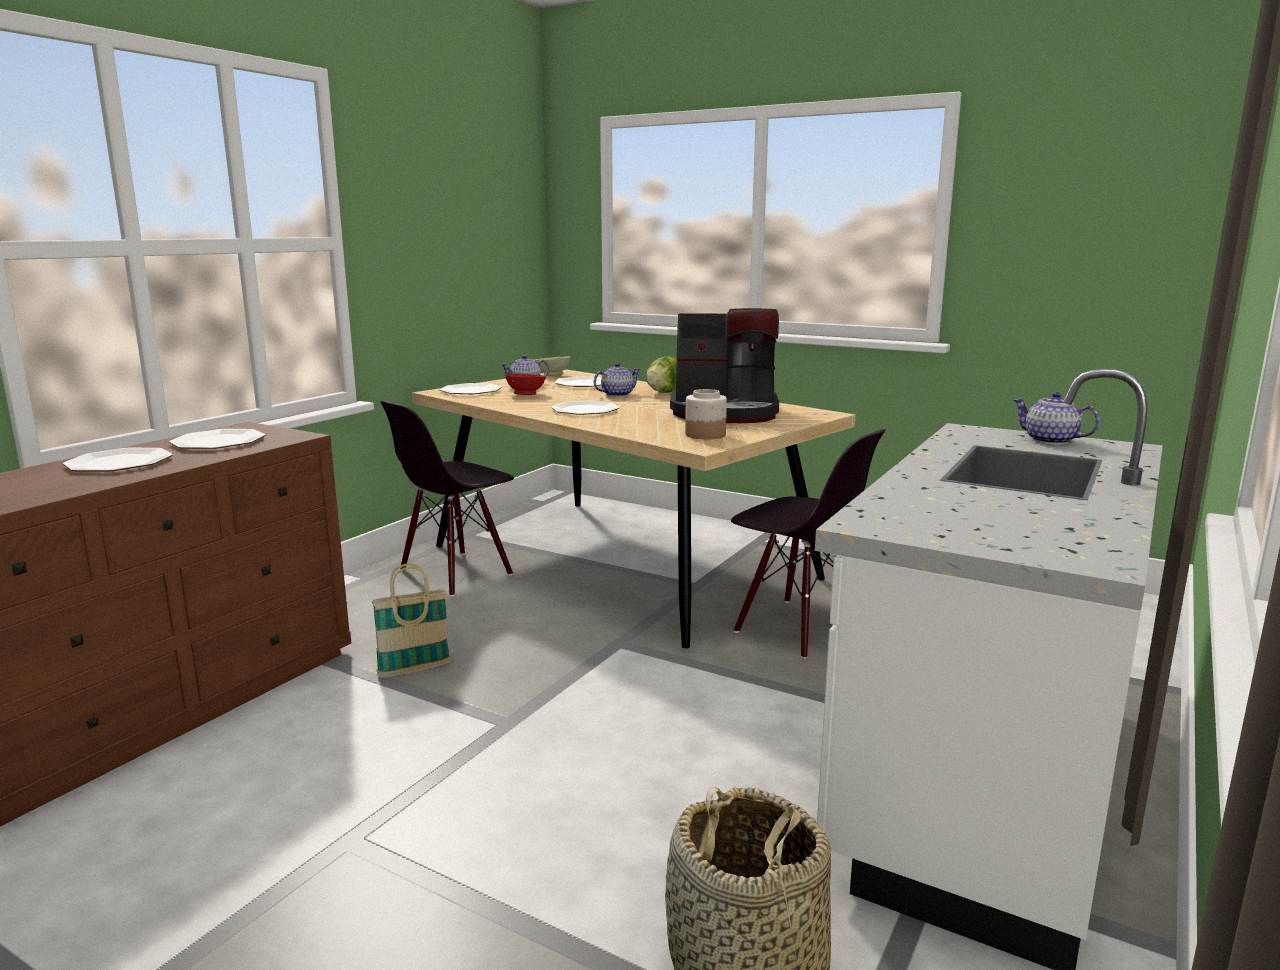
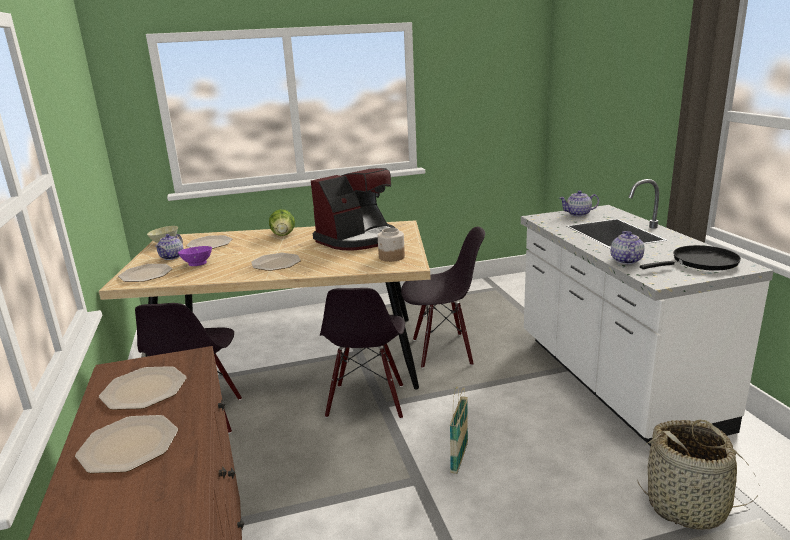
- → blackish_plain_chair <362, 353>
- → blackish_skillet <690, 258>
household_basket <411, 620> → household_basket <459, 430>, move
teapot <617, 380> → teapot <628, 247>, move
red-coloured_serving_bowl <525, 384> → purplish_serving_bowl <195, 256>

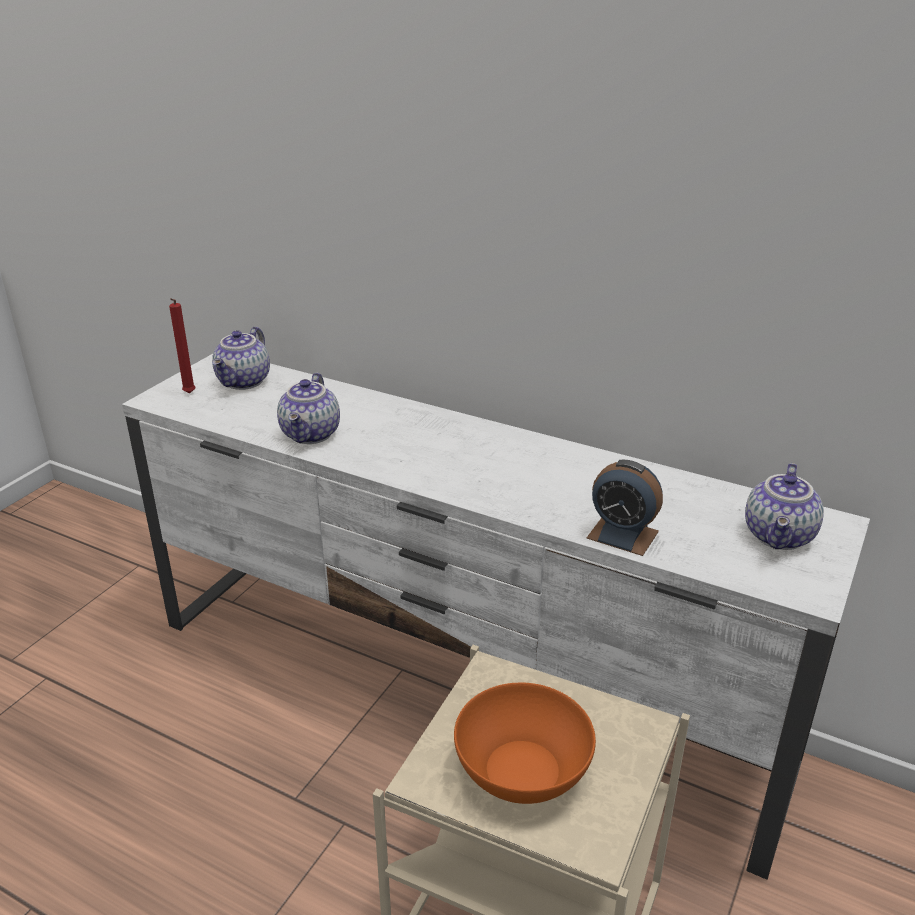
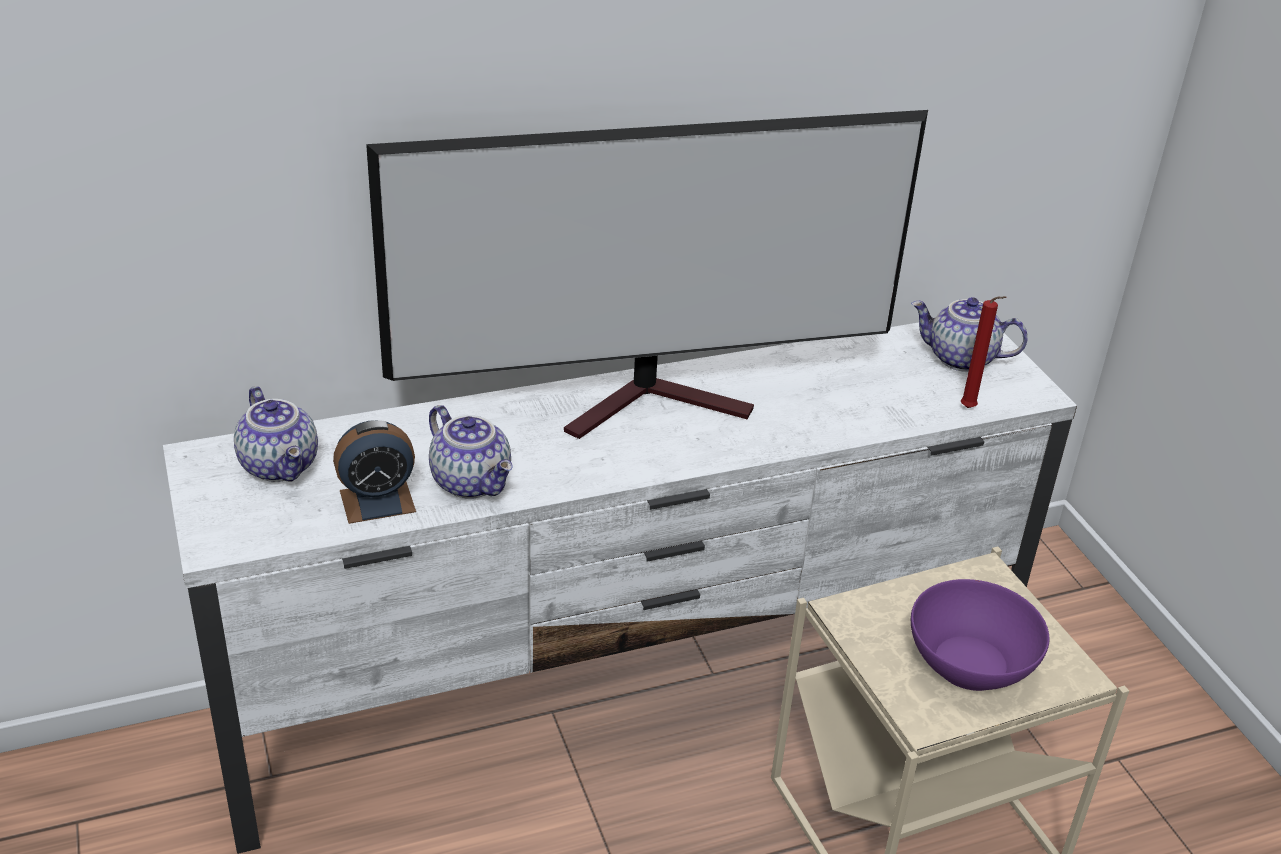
- → television <647, 274>
red-coloured_wax_candle <182, 345> → red-coloured_wax_candle <984, 352>, move
bedside_clock <625, 508> → bedside_clock <374, 472>, move
orange-coloured_serving_bowl <525, 743> → purplish_serving_bowl <980, 635>
teapot <784, 506> → teapot <969, 334>, 135 degrees clockwise

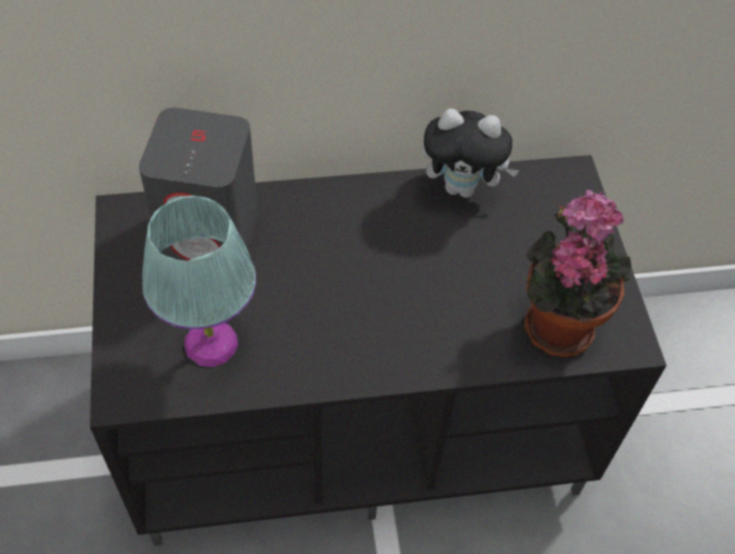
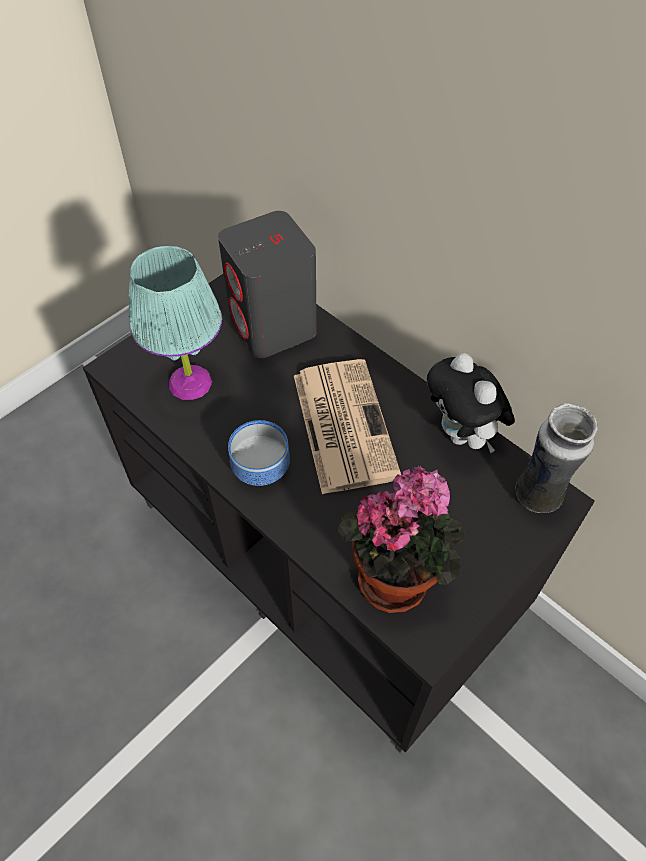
- → serving_bowl <259, 453>
- → printed_paper <347, 426>
- → flower_vase <557, 458>

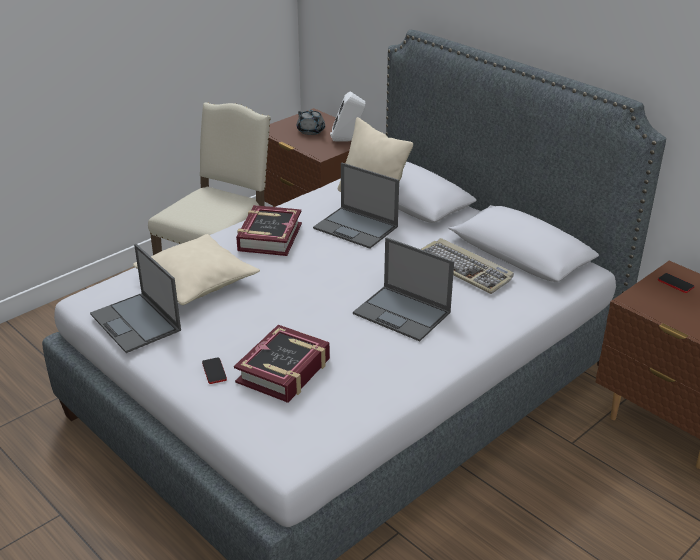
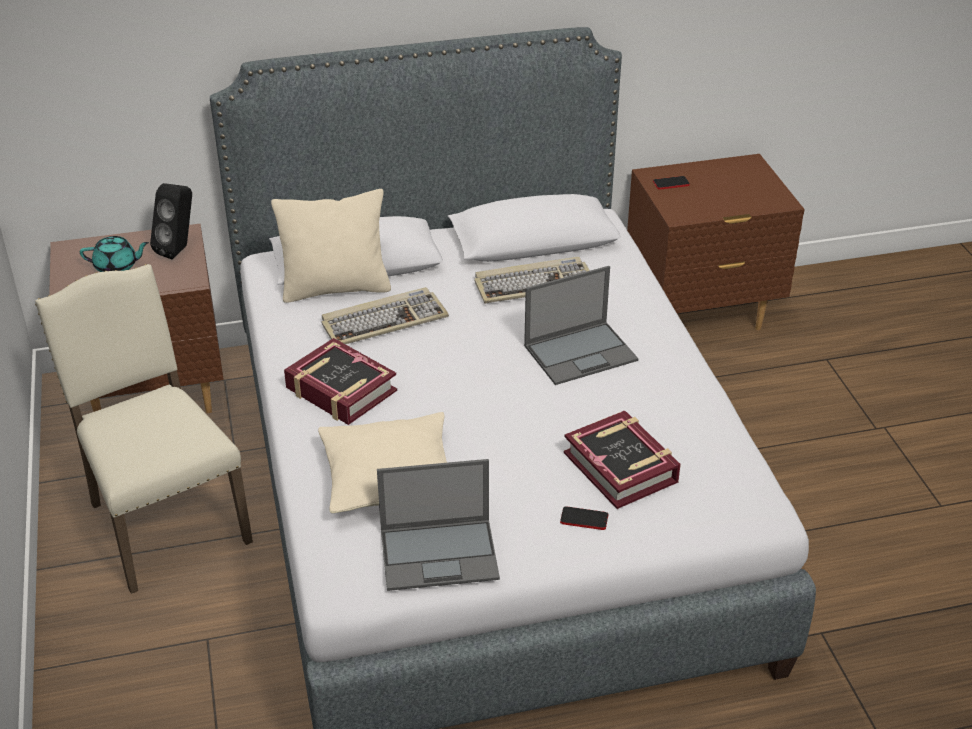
portable_computer <356, 205> → PC_keyboard <385, 315>
grey_teapot <311, 122> → turquoise_teapot <114, 254>
white-coloured_audio_speaker <348, 116> → blackish_audio_speaker <171, 221>

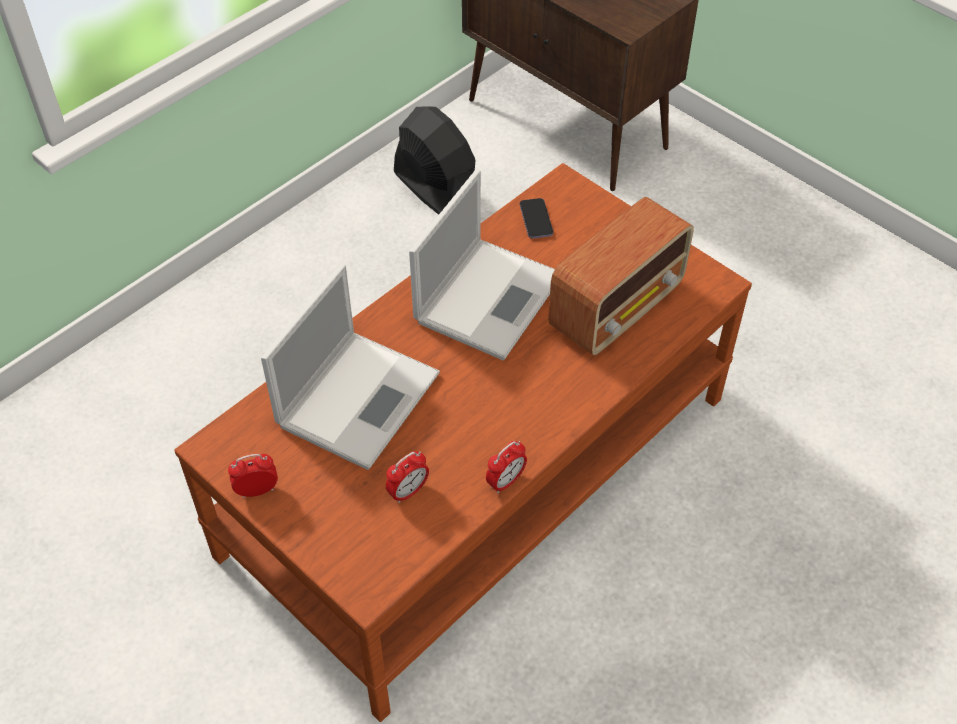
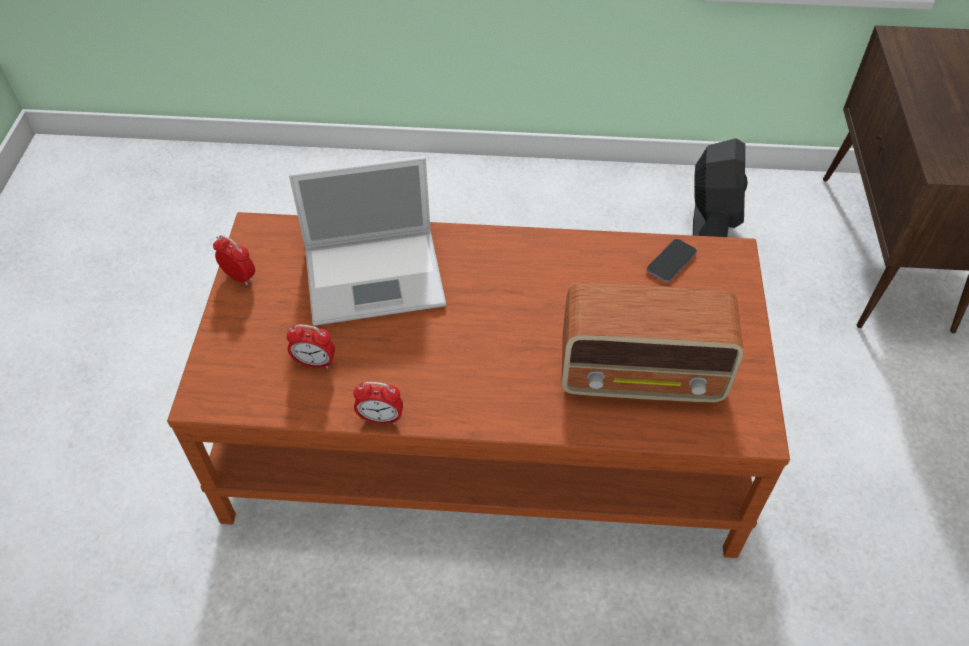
portable_computer <482, 265> → -

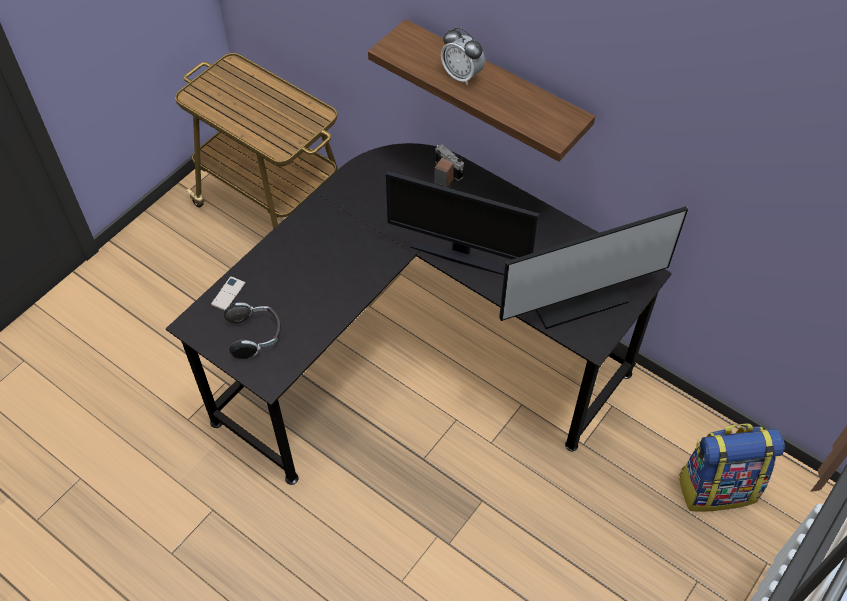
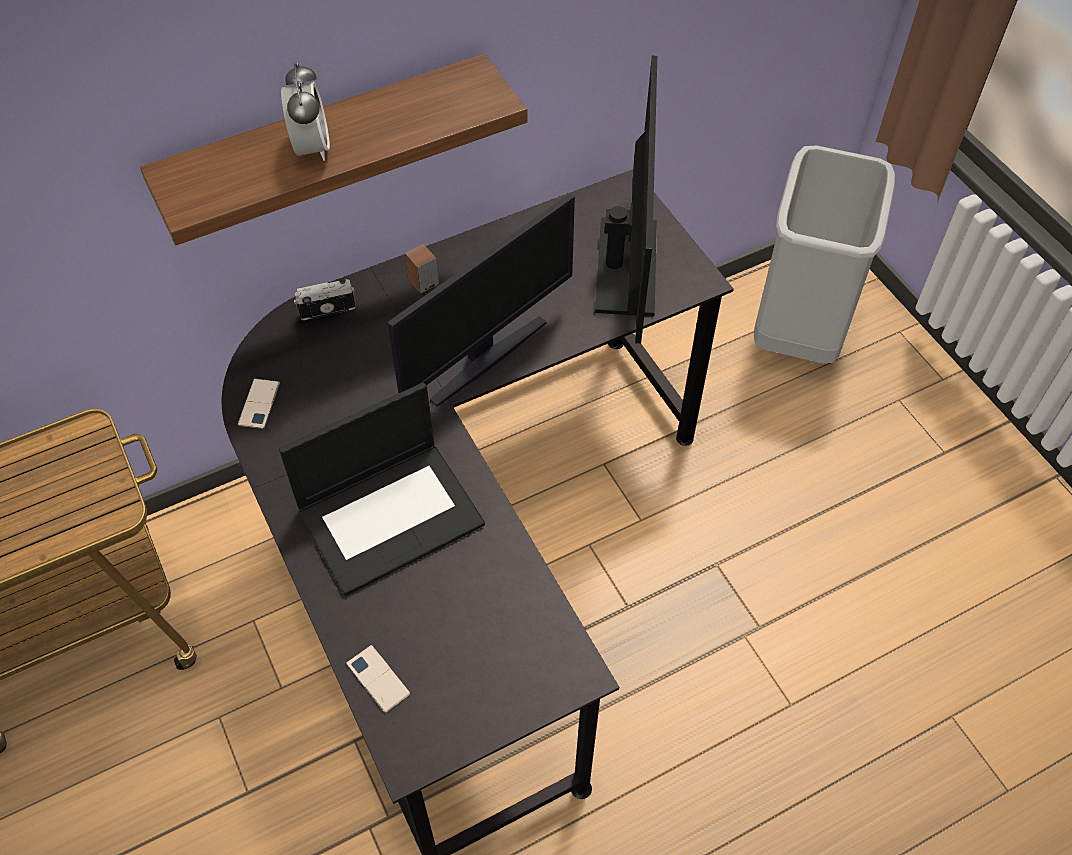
pair_of_headphones <252, 330> → -
- → telephone <259, 404>
- → portable_computer <382, 489>
backpack <731, 467> → grey_trash_can <824, 254>
bedside_clock <463, 56> → bedside_clock <305, 112>, 75 degrees counterclockwise

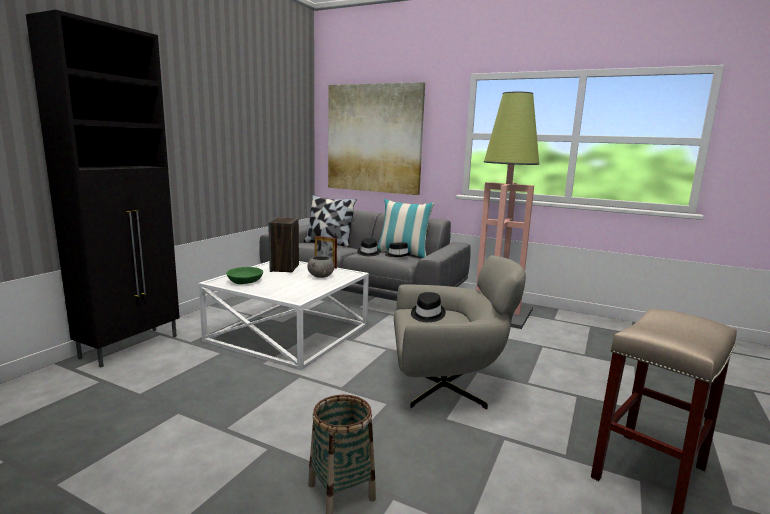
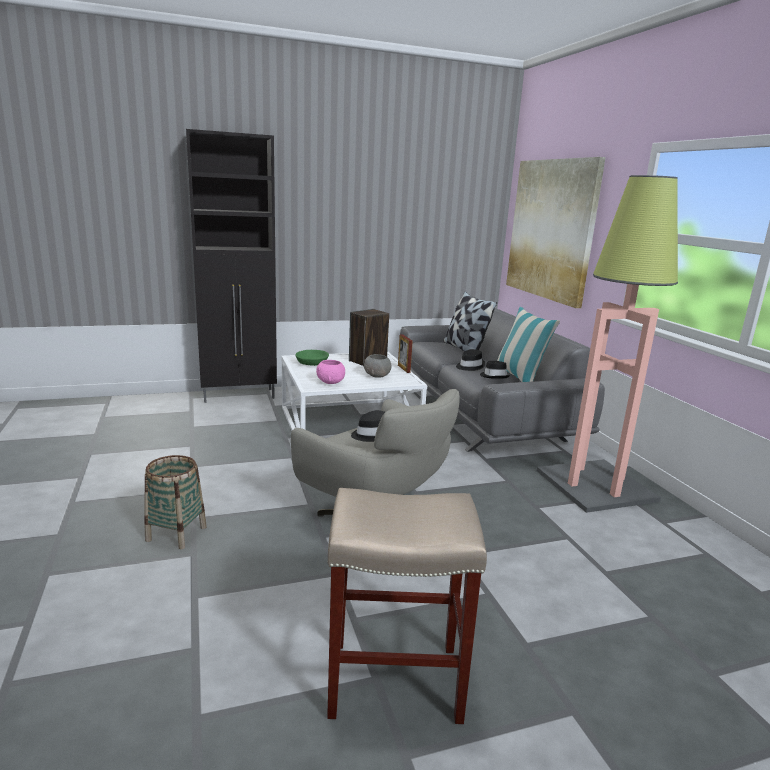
- → pink-coloured_serving_bowl <330, 372>

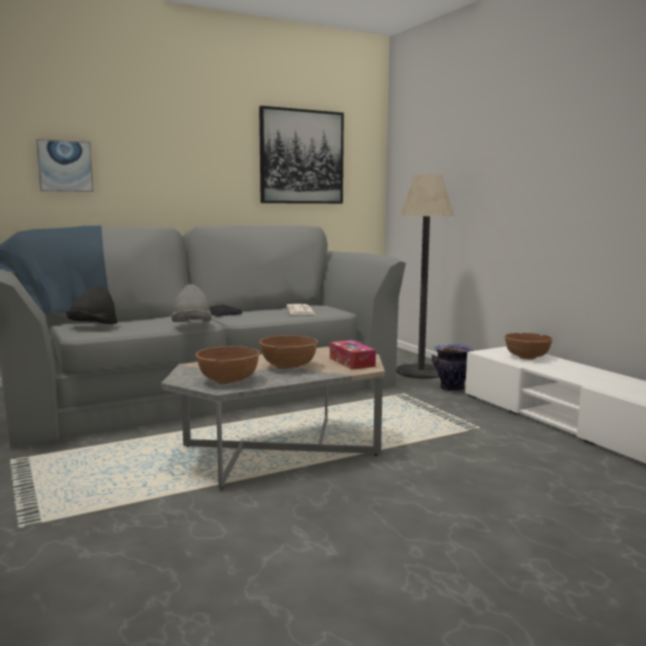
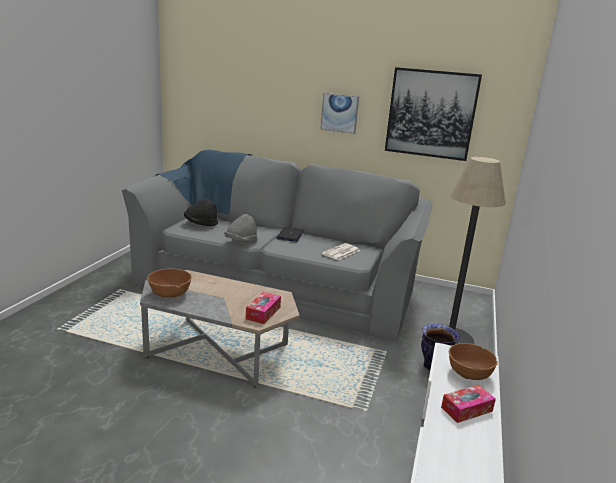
brown_serving_bowl <288, 352> → -
- → tissue_box <468, 404>
picture <65, 165> → picture <339, 113>, move

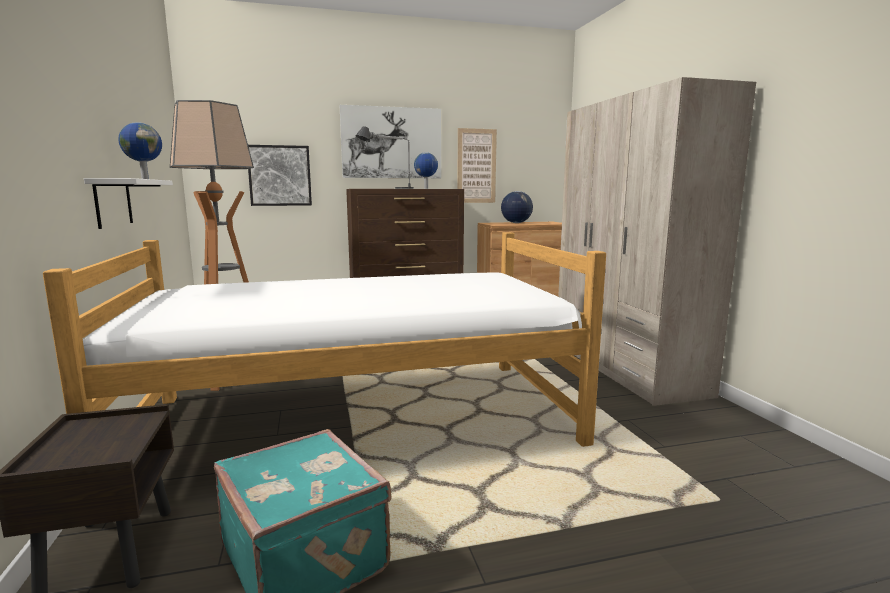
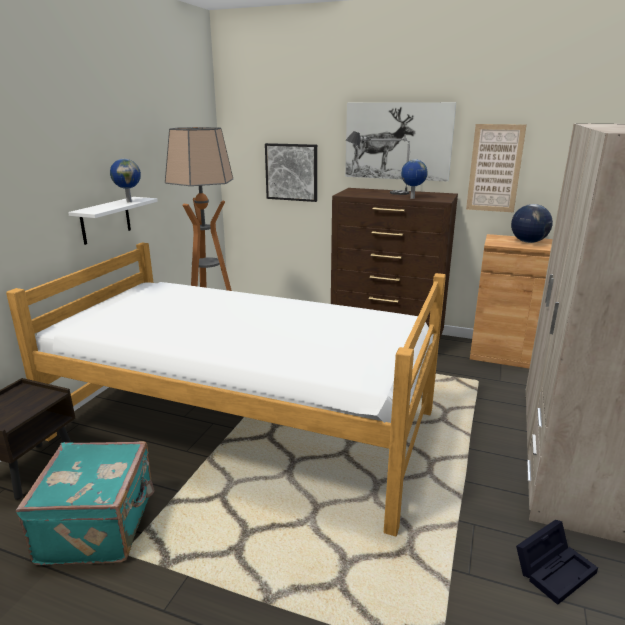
- → blackish_storage_box <557, 562>

